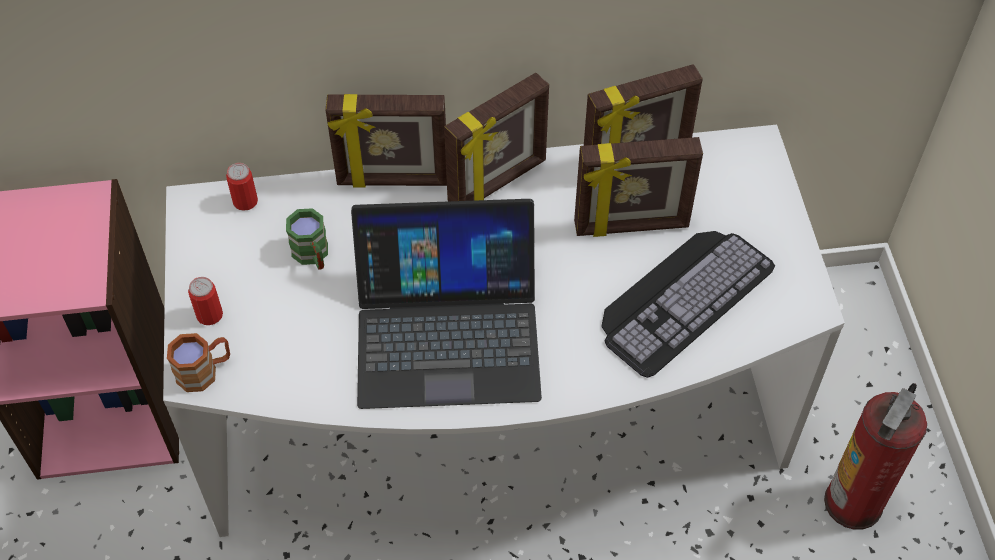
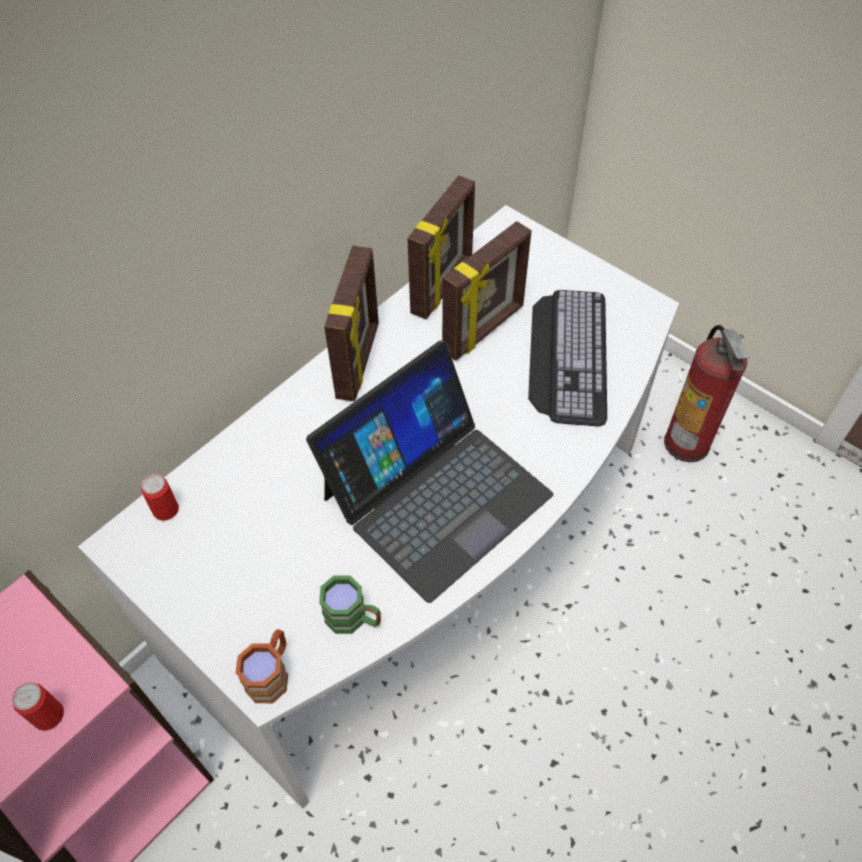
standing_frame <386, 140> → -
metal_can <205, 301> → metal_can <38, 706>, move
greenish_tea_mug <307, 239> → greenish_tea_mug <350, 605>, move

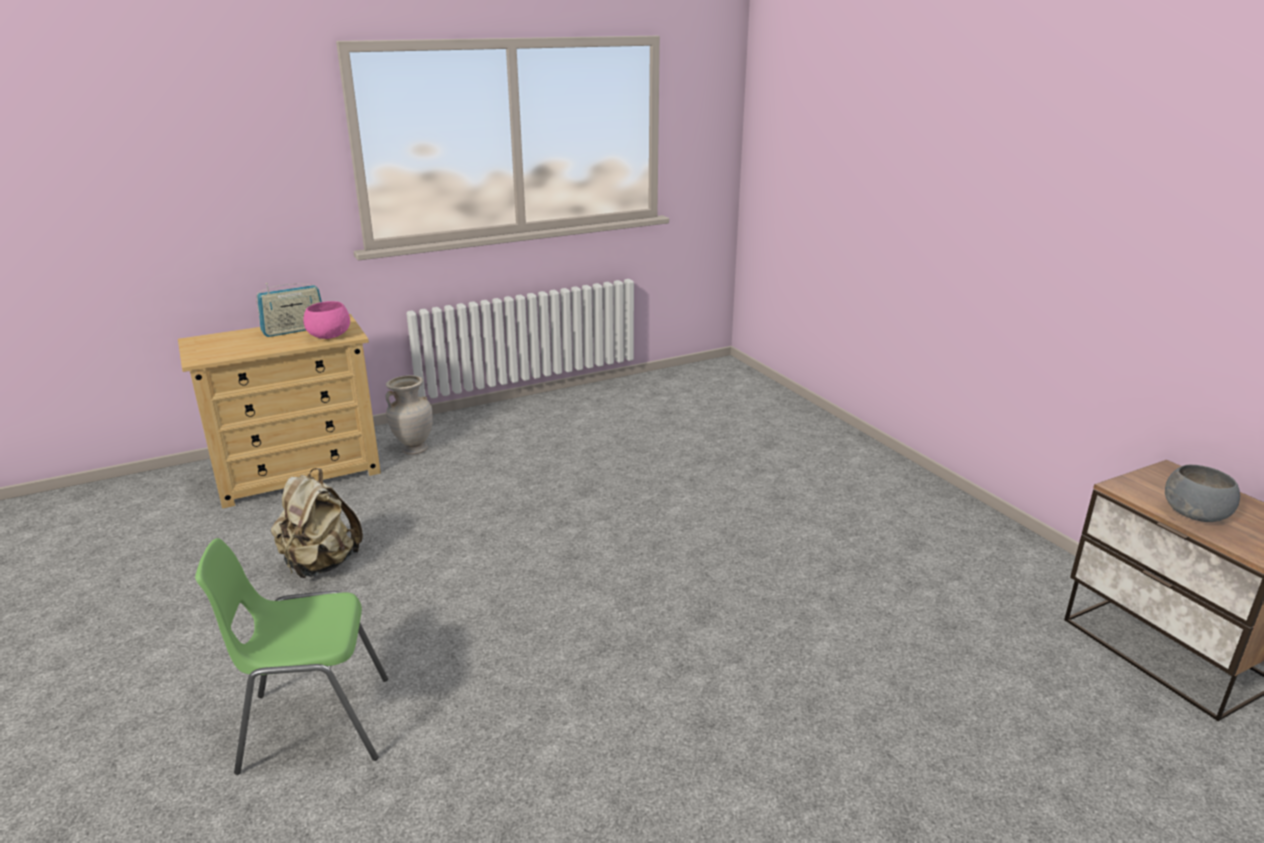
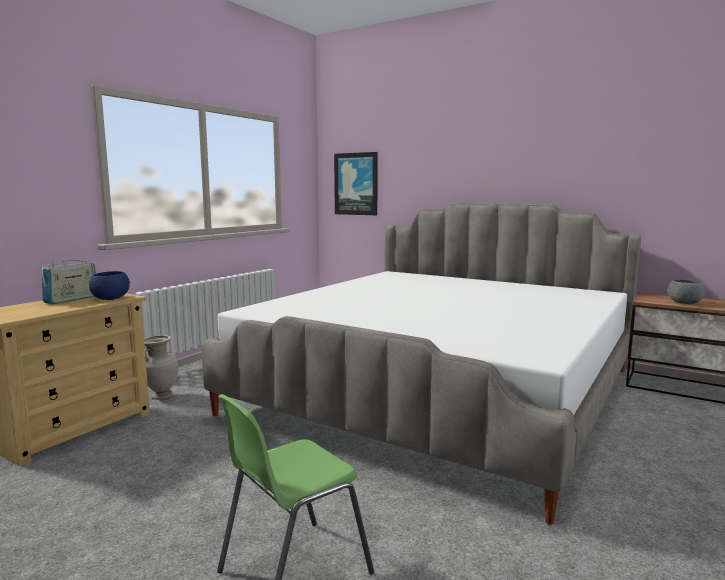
beige-coloured_backpack <317, 523> → -
- → bedroom_bed <421, 364>
- → picture <356, 183>
pink-coloured_serving_bowl <327, 320> → blue-coloured_serving_bowl <109, 285>

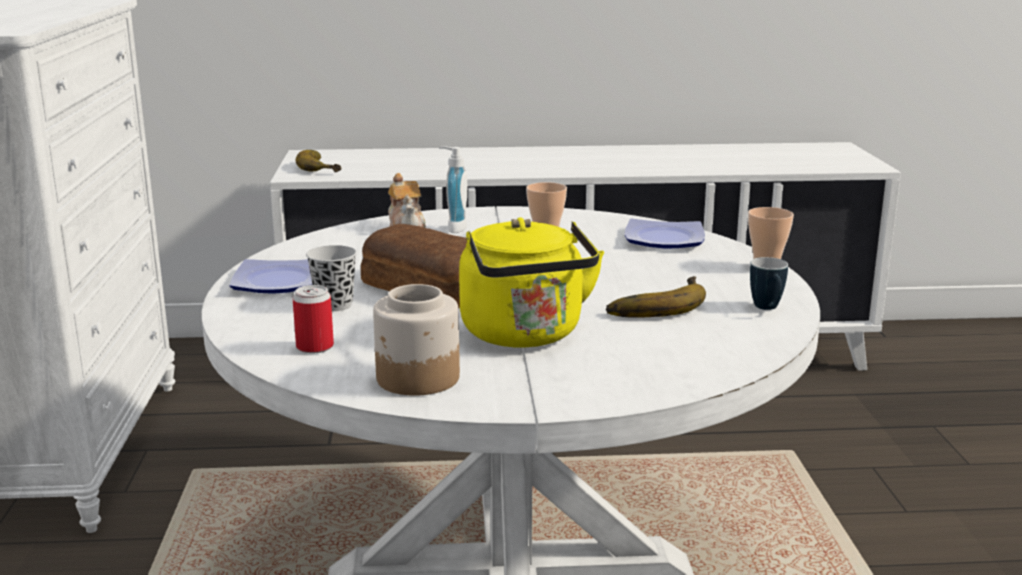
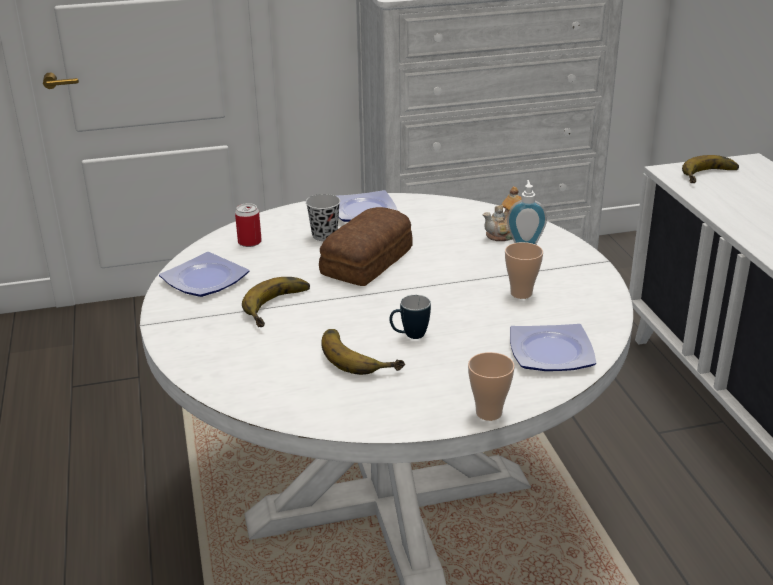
tea_mug <769, 283> → tea_mug <410, 317>, move
storage_jar <416, 340> → flat_dish <204, 274>
yellow-coloured_kettle <531, 282> → whole_banana <276, 302>

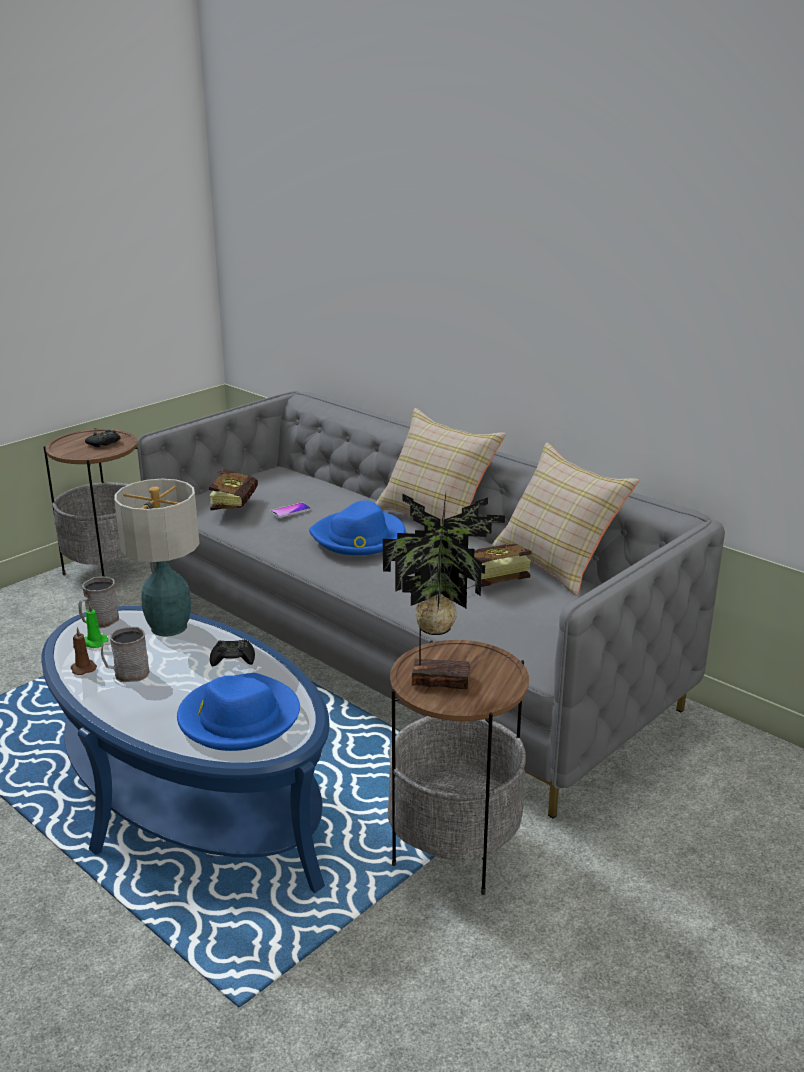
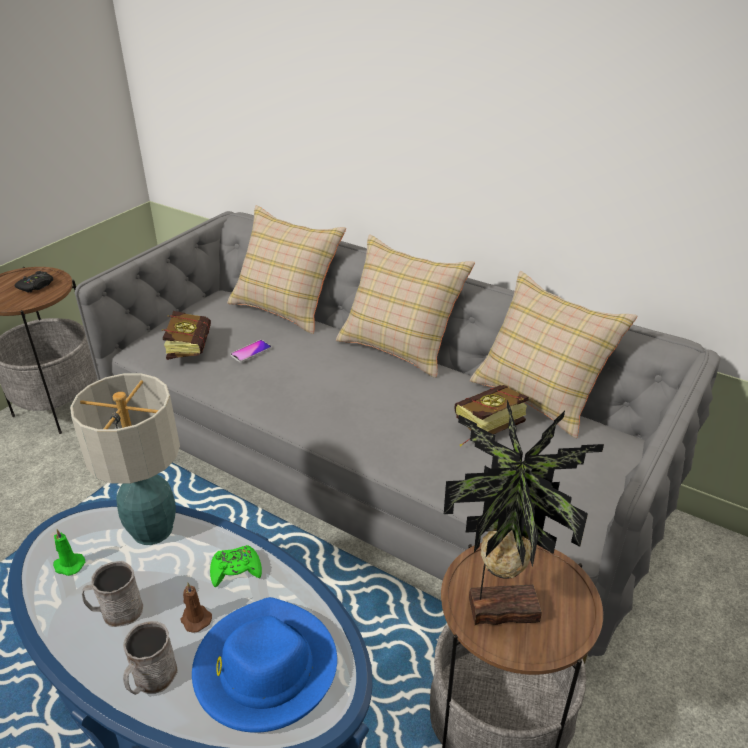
blue-coloured_wearable_hat <357, 528> → -
- → beige-coloured_throw_pillow <286, 269>
brown_wax_candle <84, 651> → brown_wax_candle <196, 608>, move
grey_tea_mug <98, 602> → grey_tea_mug <150, 658>, move
blackish_joypad <232, 653> → greenish_joypad <236, 566>

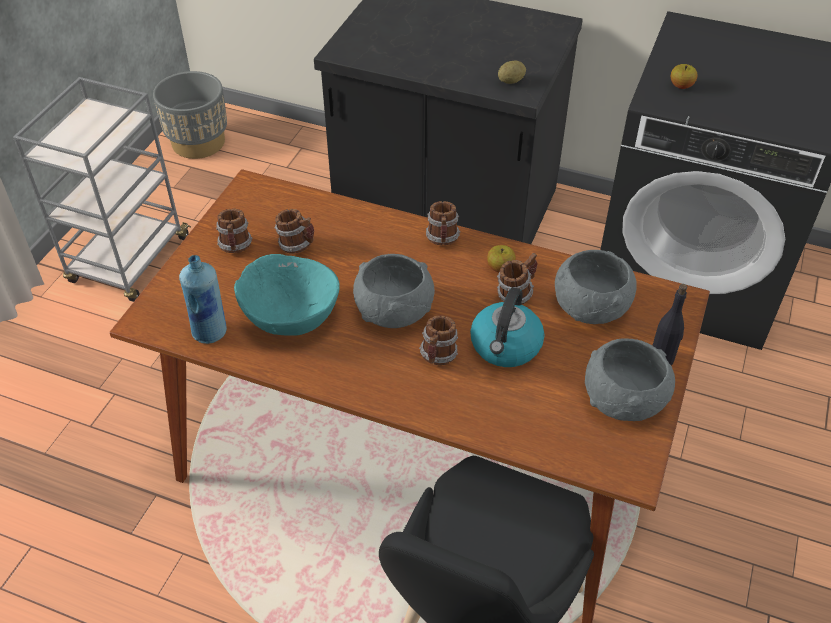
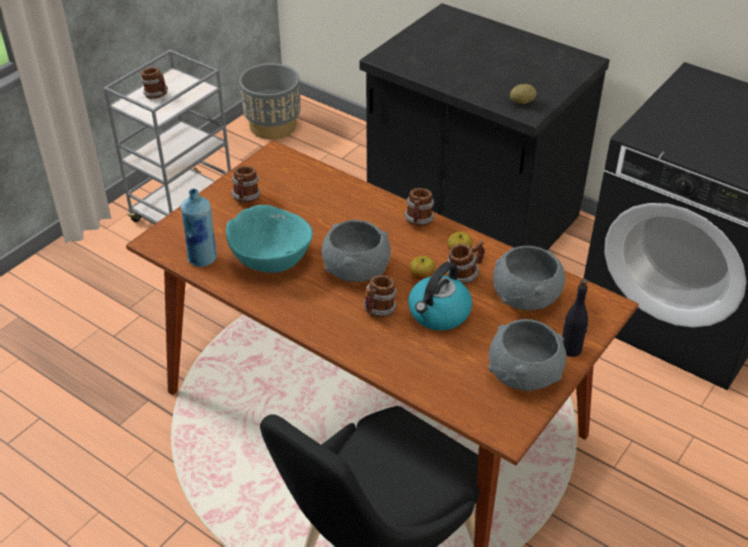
tea_mug <294, 231> → tea_mug <154, 83>, move
apple <684, 76> → apple <423, 268>, move

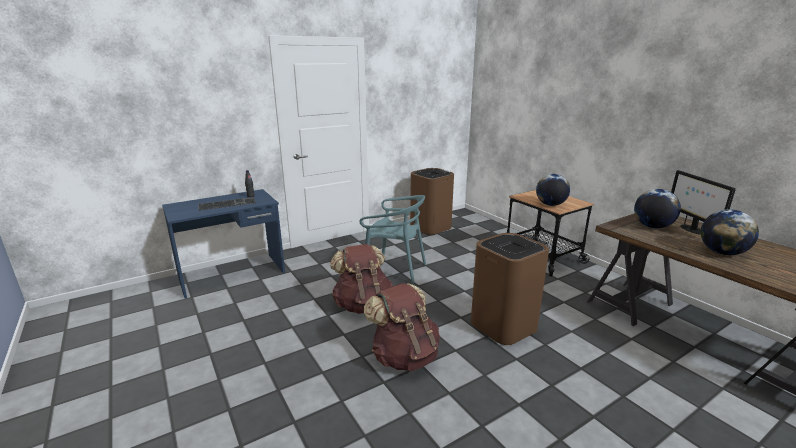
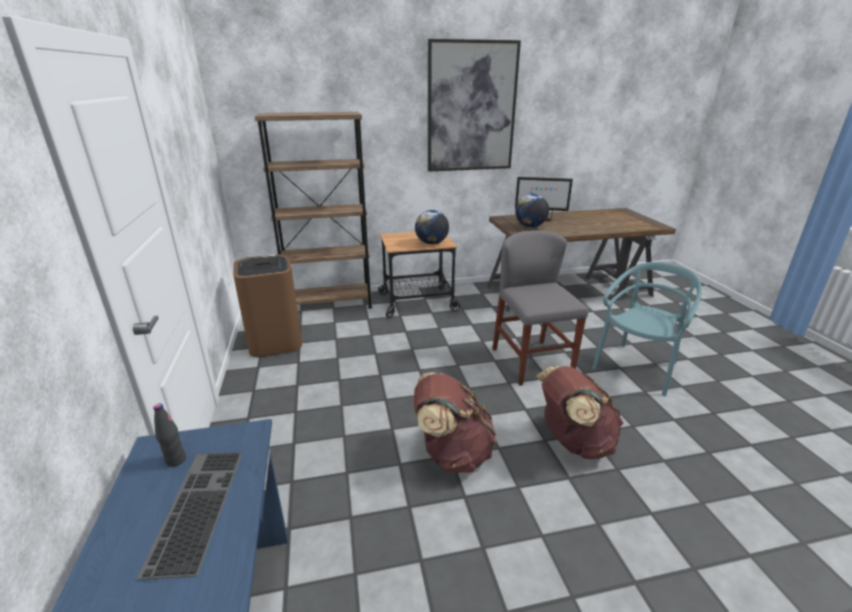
desk_globe <730, 232> → -
- → brown_shelving_unit <313, 210>
- → picture <474, 105>
turquoise_plain_chair <393, 239> → turquoise_plain_chair <647, 329>, move
brown_trash_can <510, 289> → grey_plain_chair <540, 308>

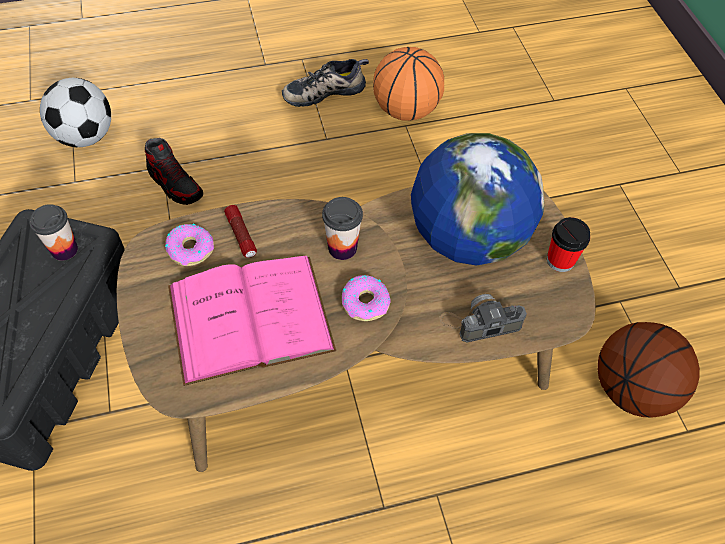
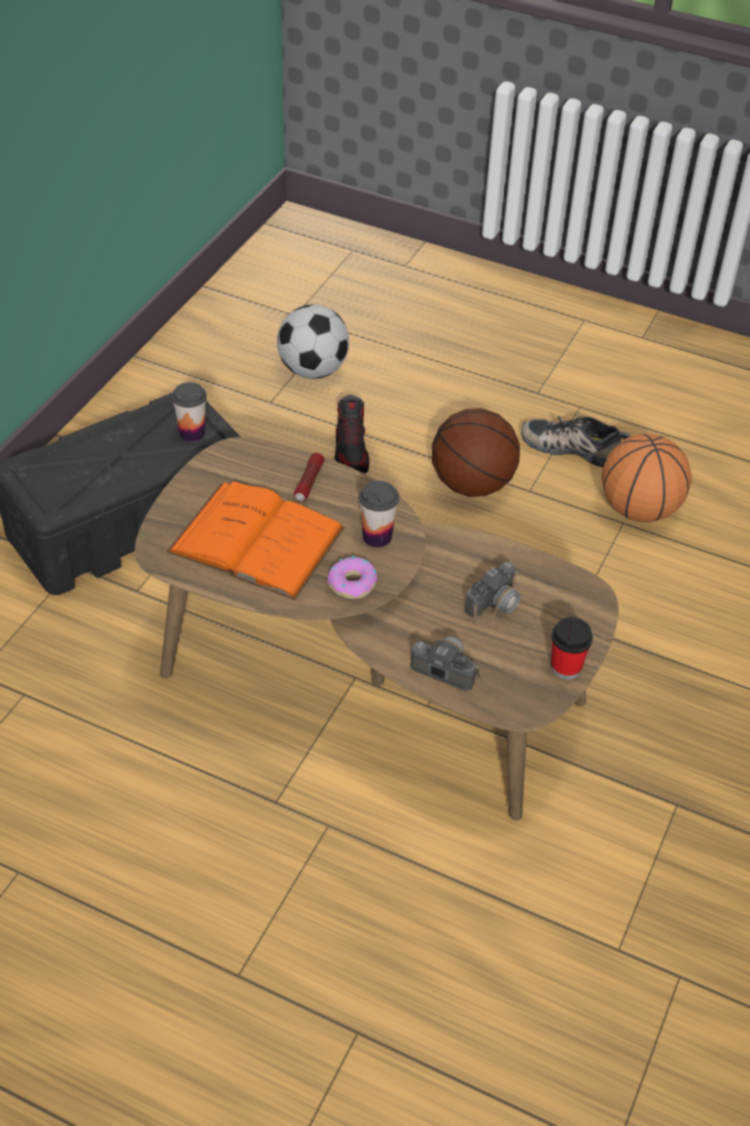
doughnut <189, 245> → -
basketball_ball <649, 370> → basketball_ball <476, 452>, move
desk_globe <477, 199> → still_camera <501, 594>
pink-coloured_bound_book <252, 321> → orange-coloured_bound_book <256, 540>

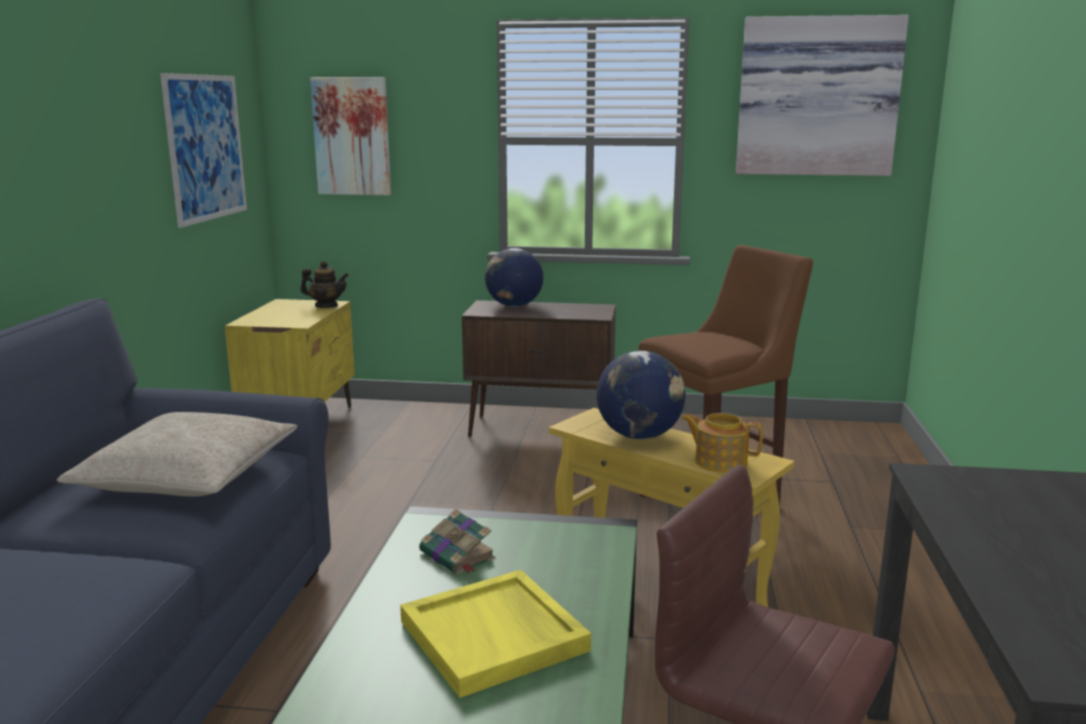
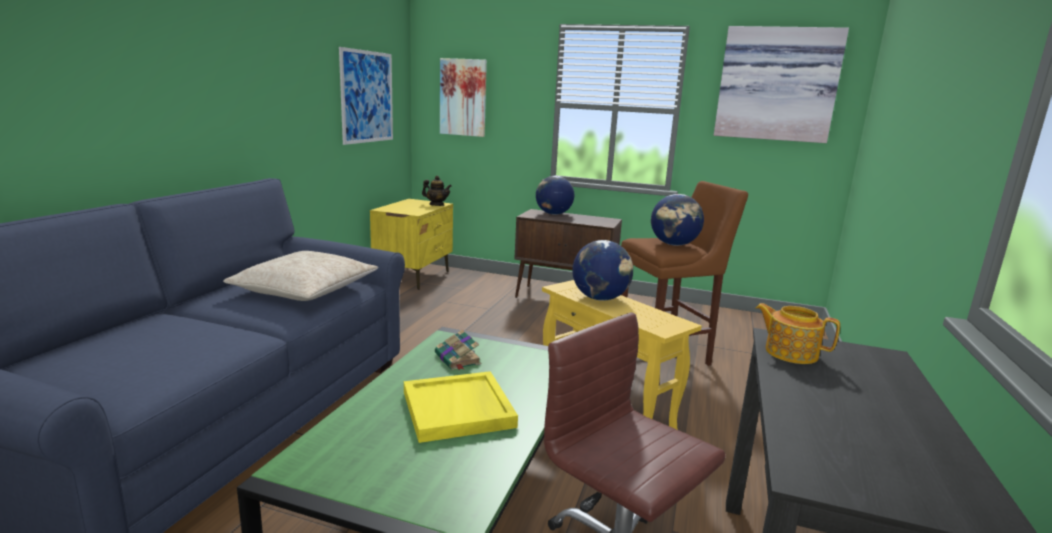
- → desk_globe <677, 220>
teapot <722, 443> → teapot <798, 333>, move

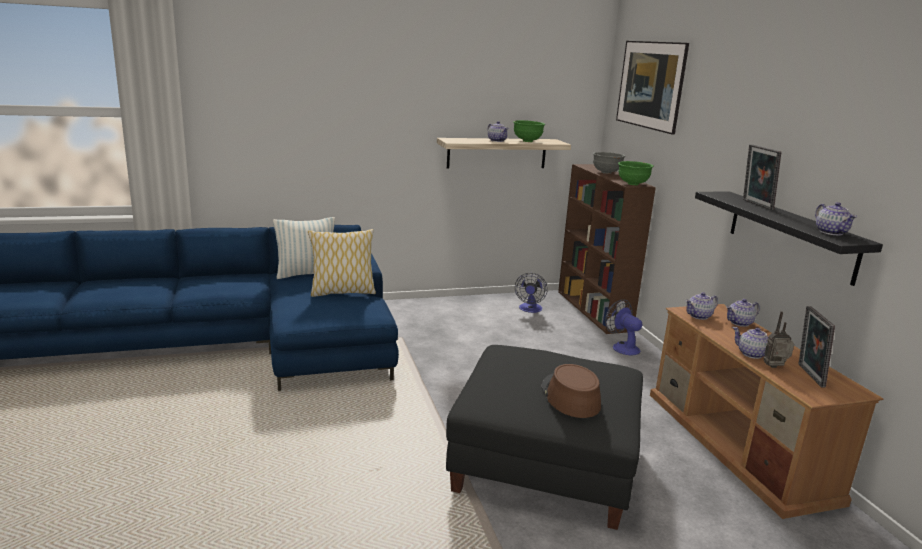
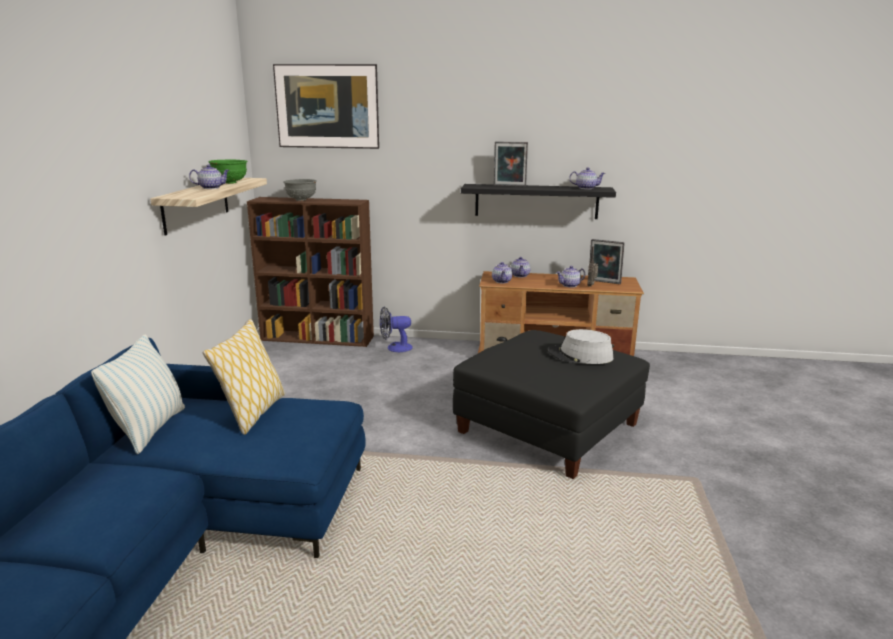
fan <531, 293> → -
greenish_serving_bowl <636, 173> → -
brown_wearable_hat <571, 391> → grey_wearable_hat <580, 346>

